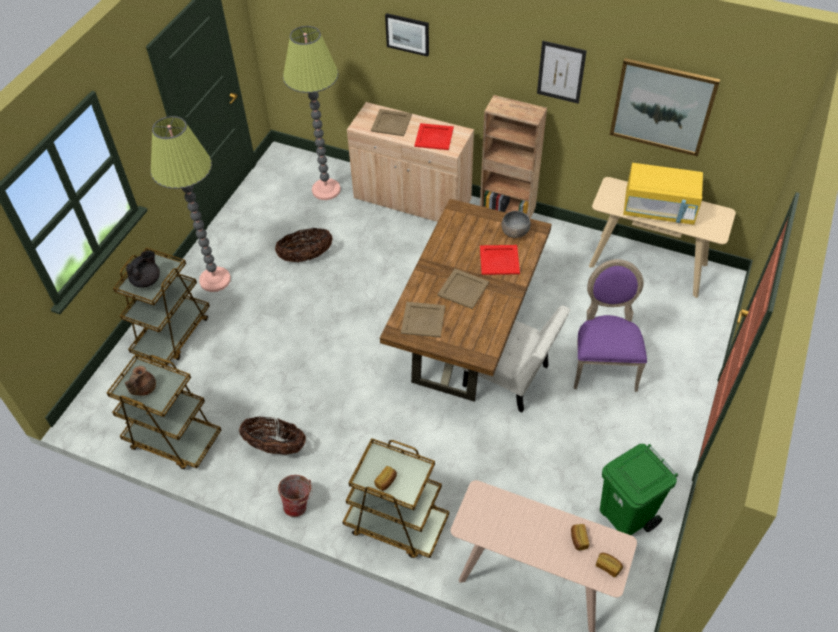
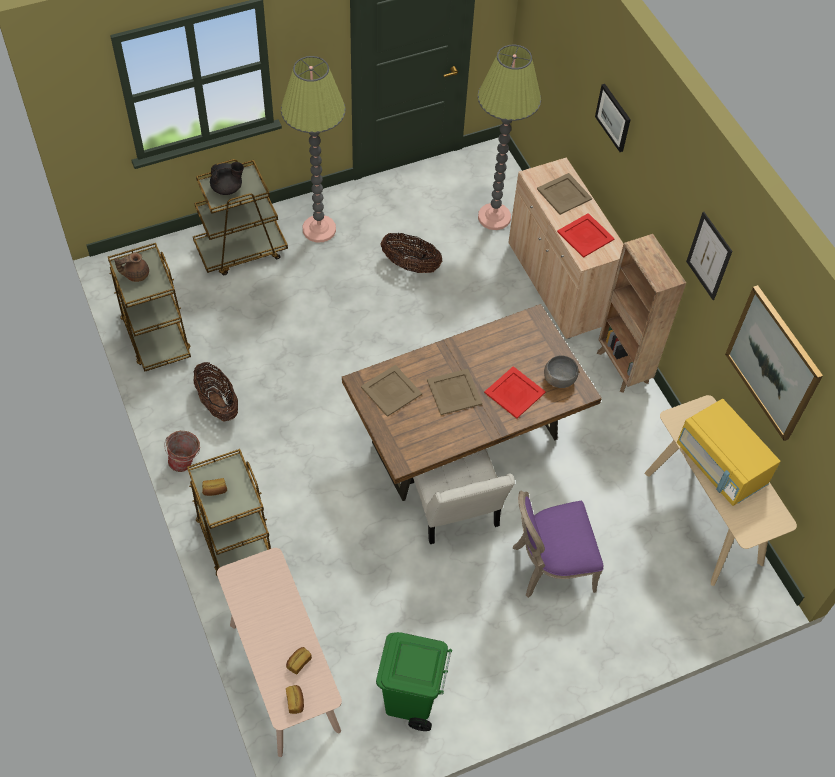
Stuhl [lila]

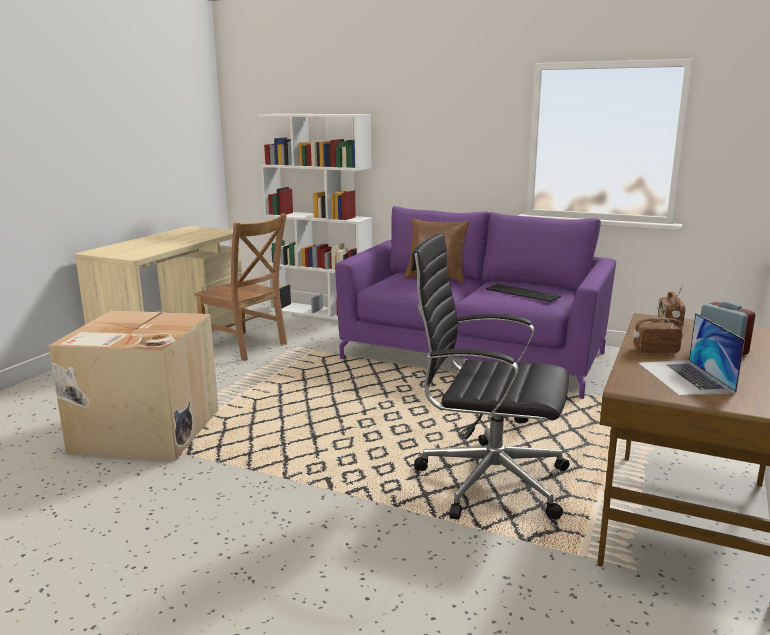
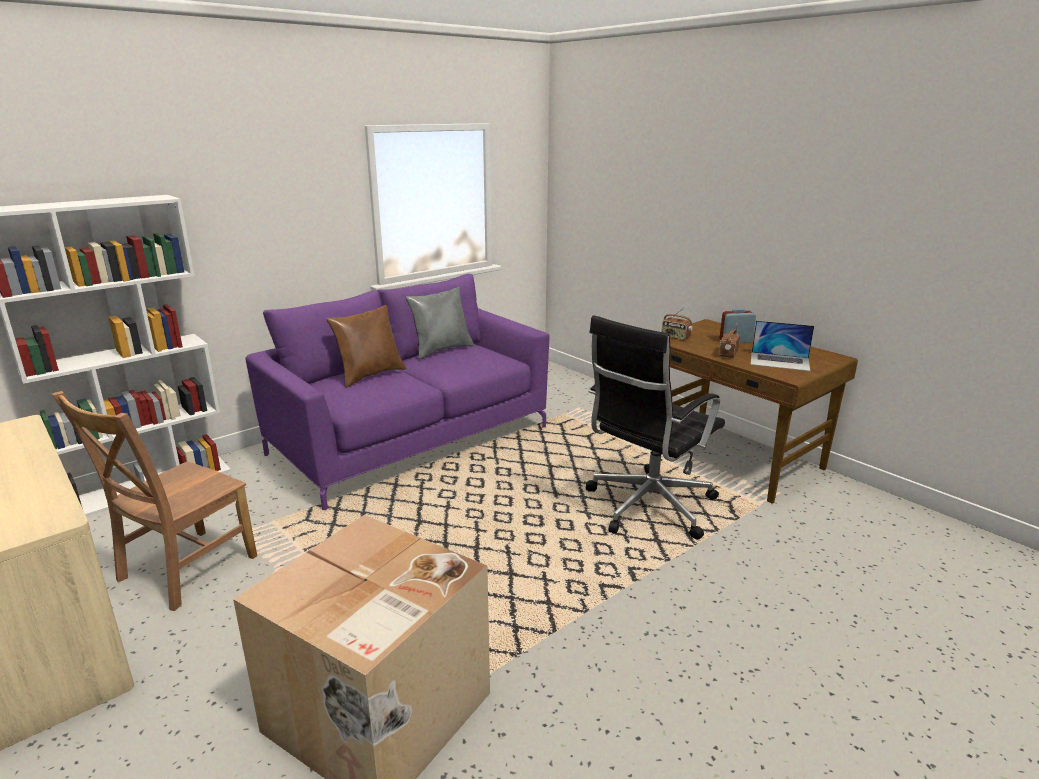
Stuhl [braun]
Tastatur
Kissen [grau]

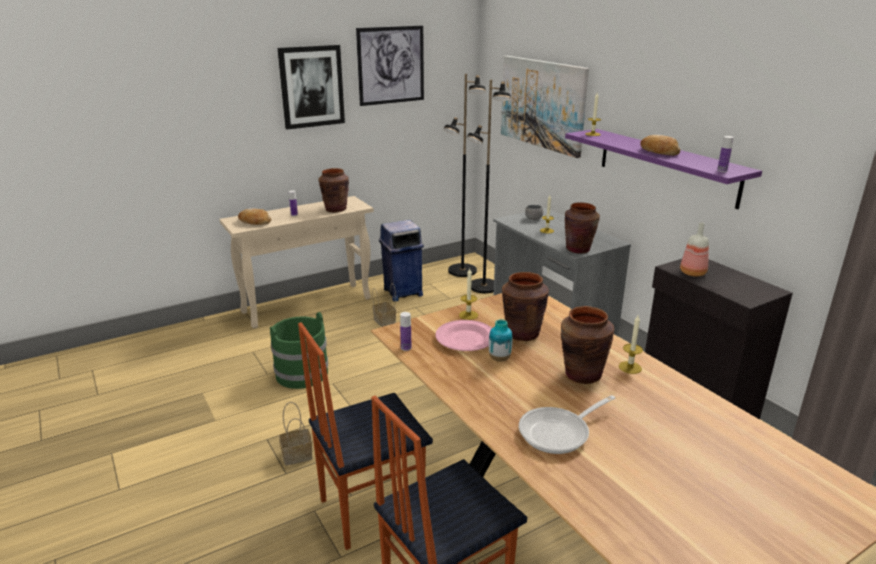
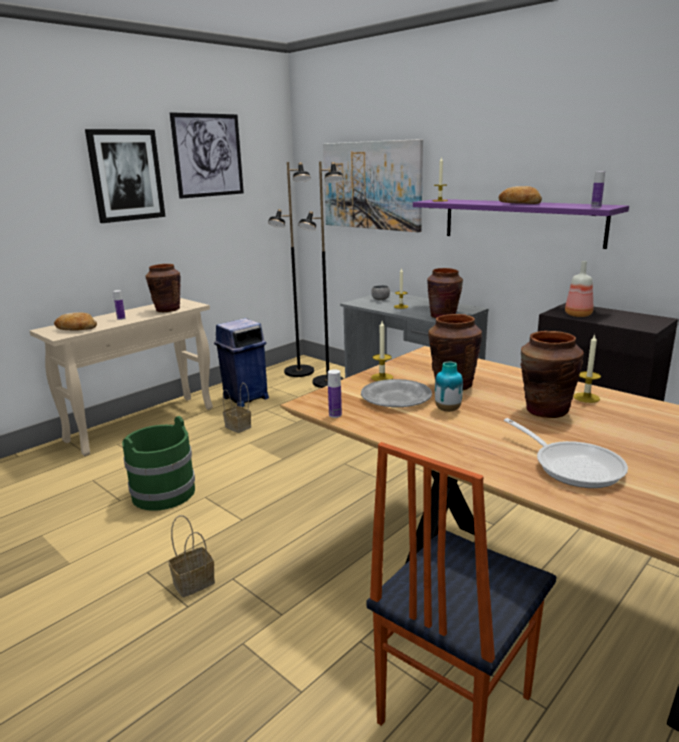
Teller [grau]
Stuhl (1st from left in the first image)
Pfanne

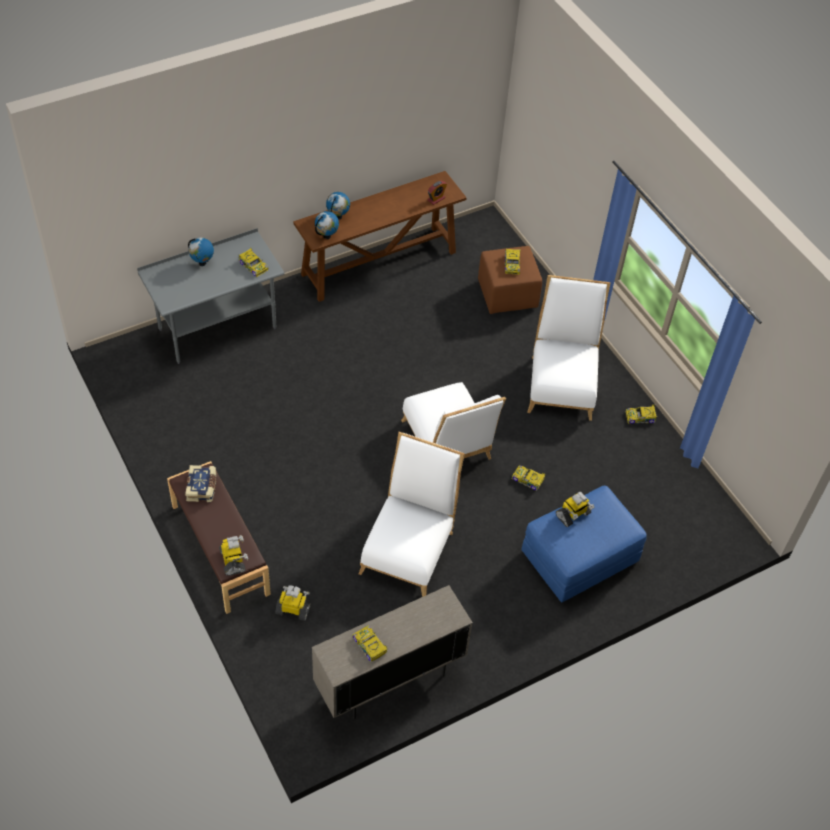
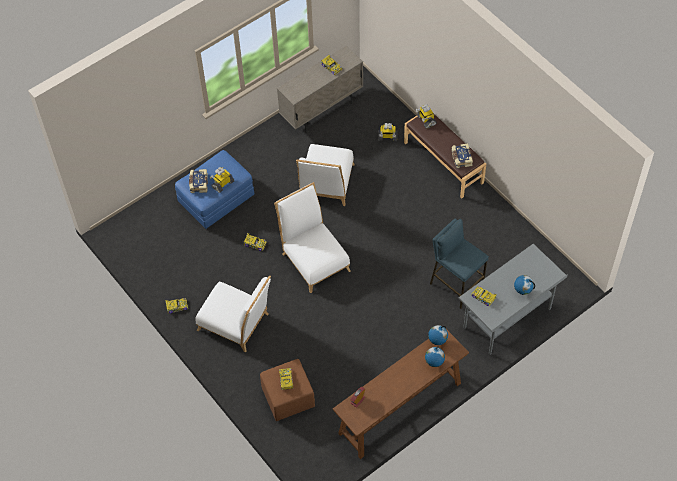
Stuhl [weiß] (1st from left)
Buch (1st from left)
Hocker [blau]

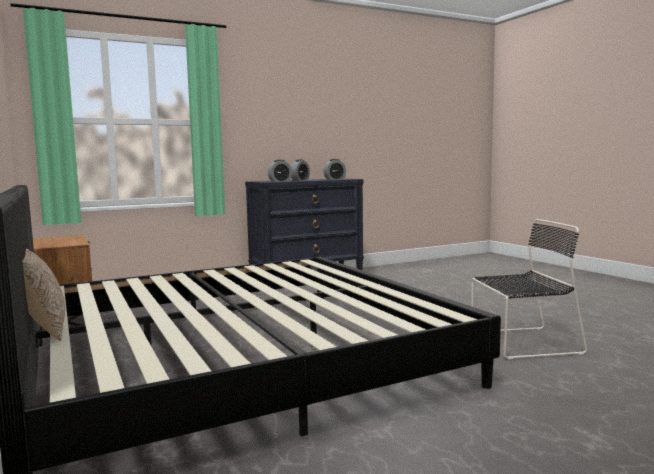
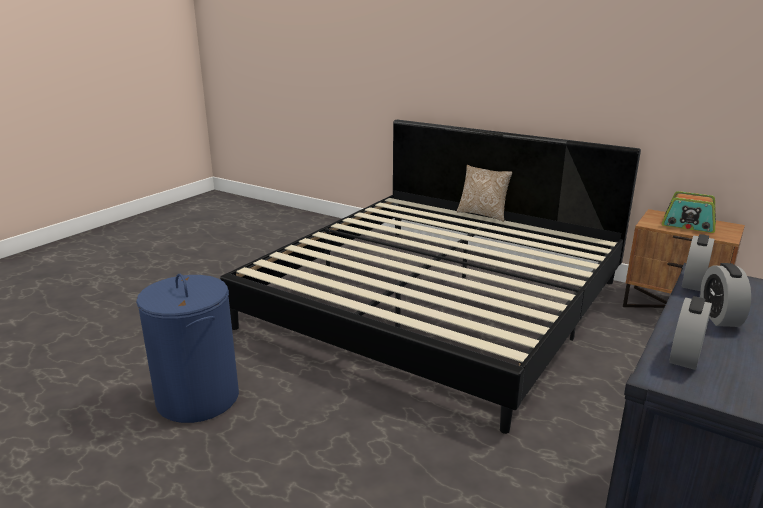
Wäschekorb [blau]
Radio

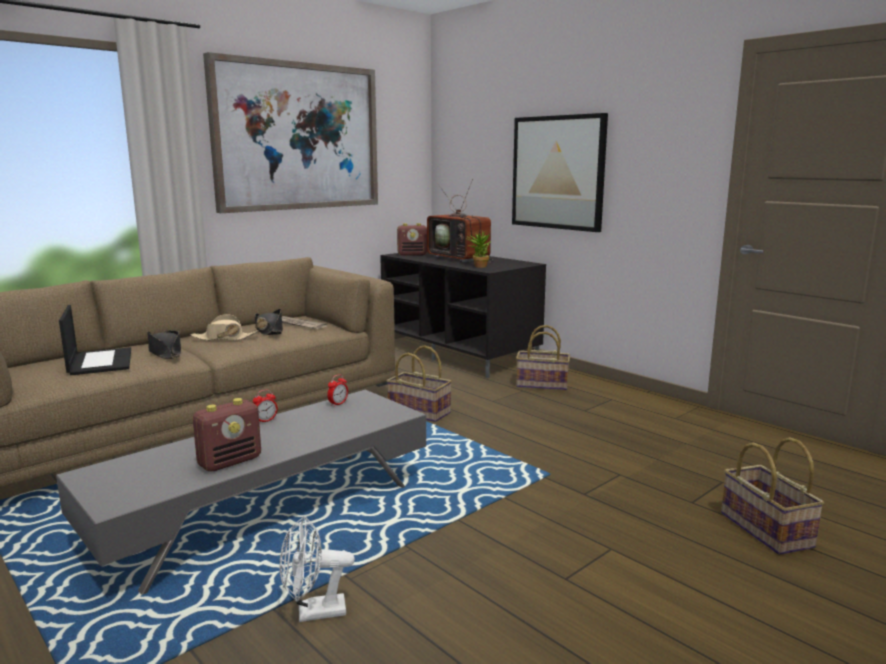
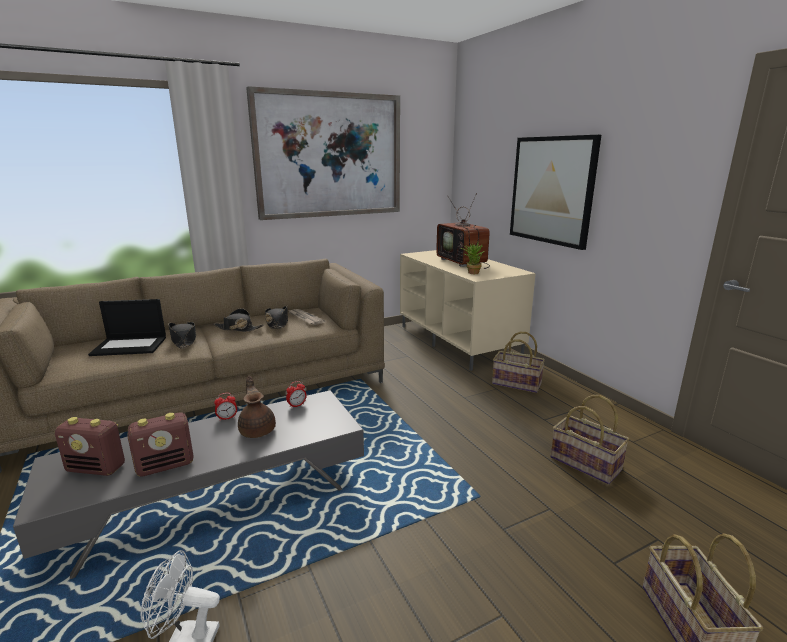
Radio (1st from left)
Fernsehschrank [beige]
Laptop
Hut [schwarz] (2nd from left)
Korb (2nd from left)
Teekanne [braun]

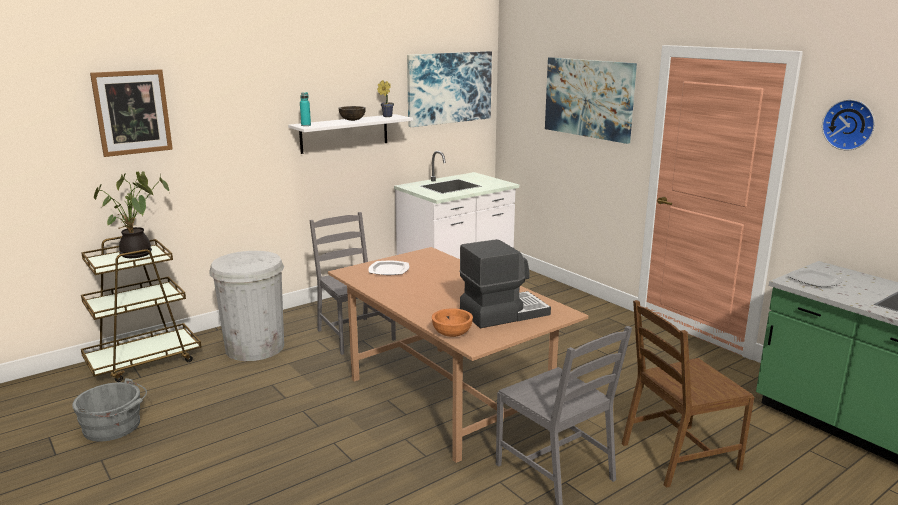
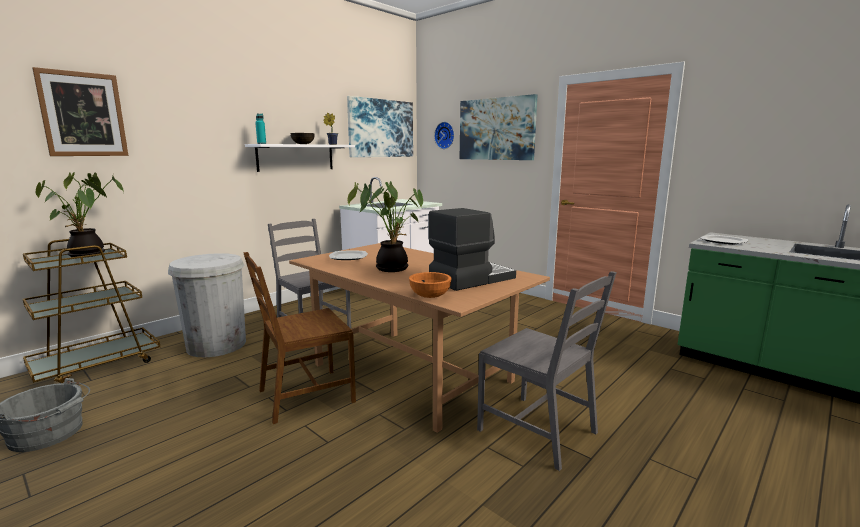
Wanduhr
Stuhl [braun]
Topfpflanze (3rd from left)

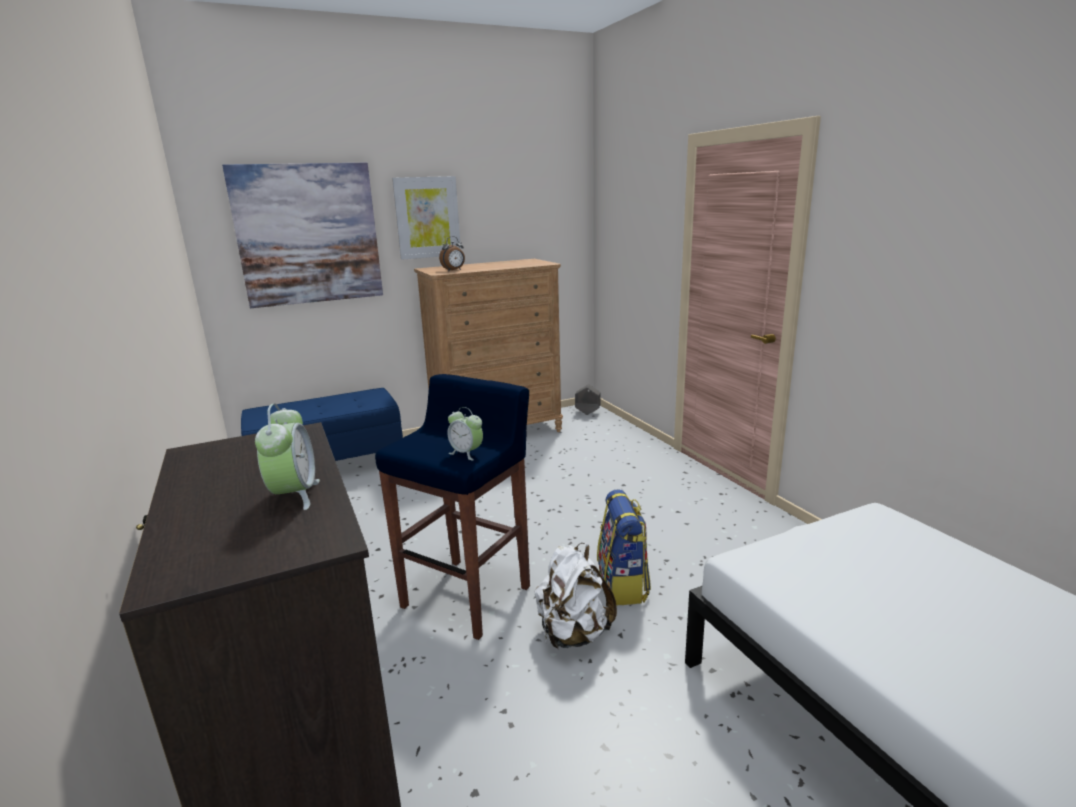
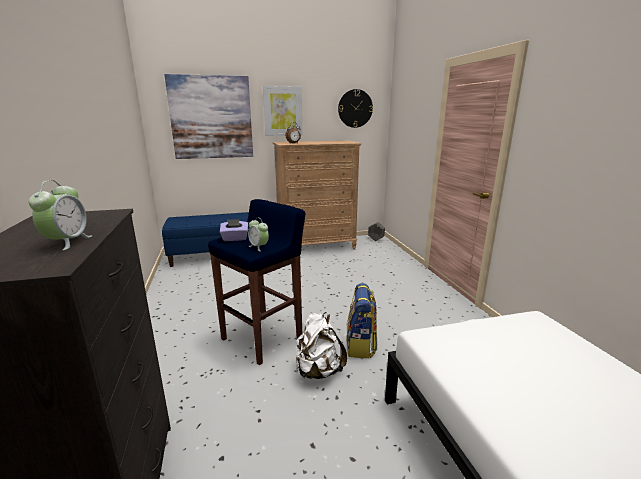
Wanduhr
Taschentuchbox [lila]

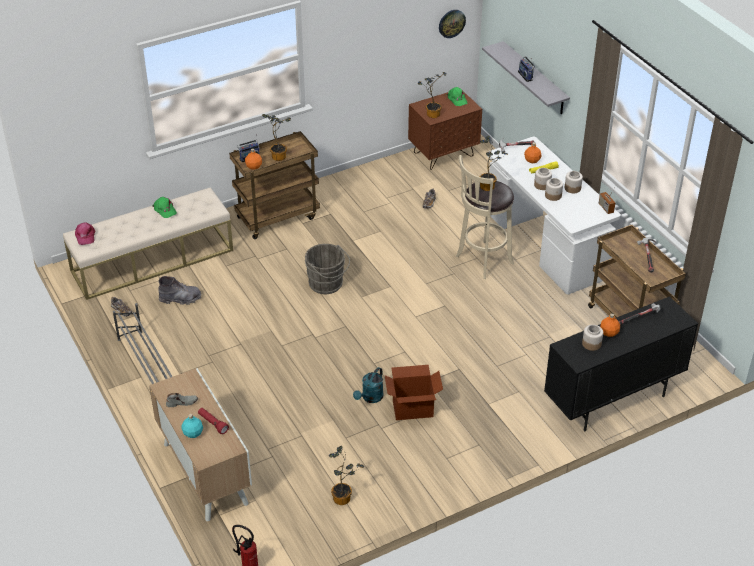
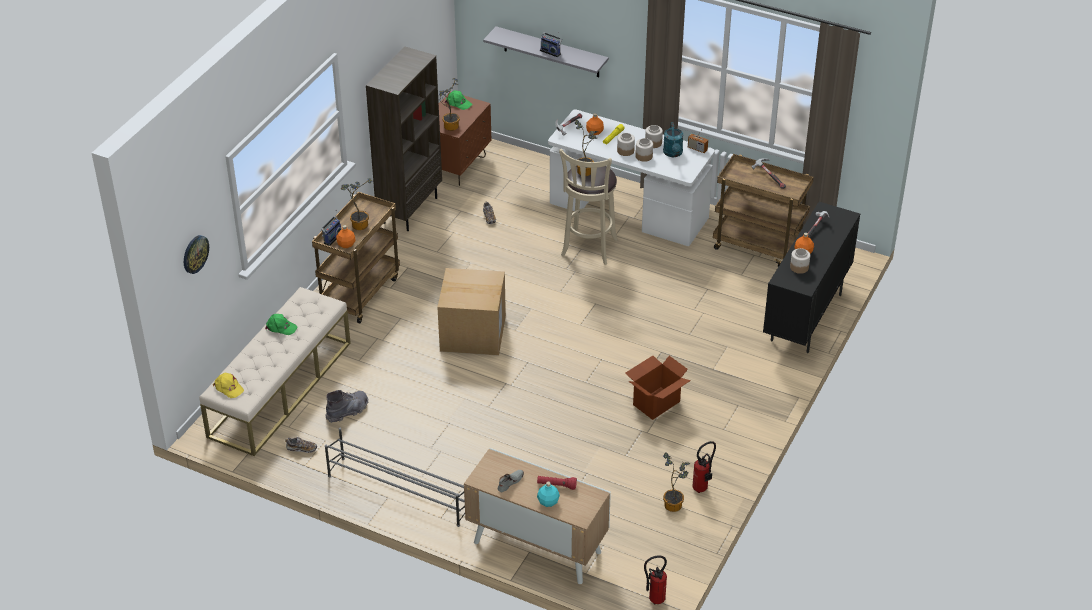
Wanduhr
Kappe [gelb]
Karton (1st from left)
Gießkanne [türkis]
Bücherregal [braun]
Feuerlöscher (2nd from left)

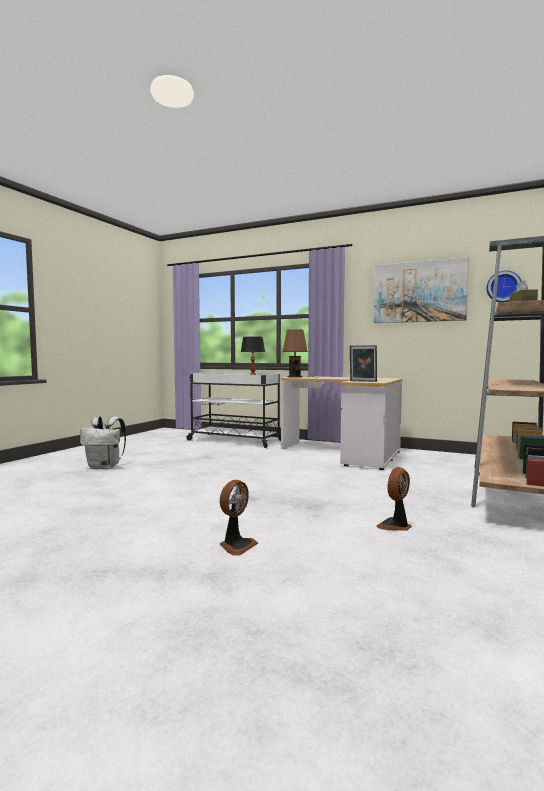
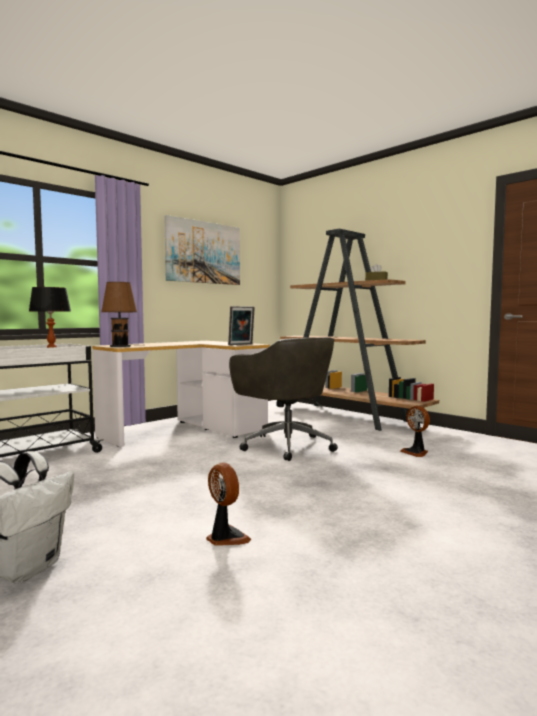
Wanduhr
Ventilator (1st from left)
Bürostuhl [grau]

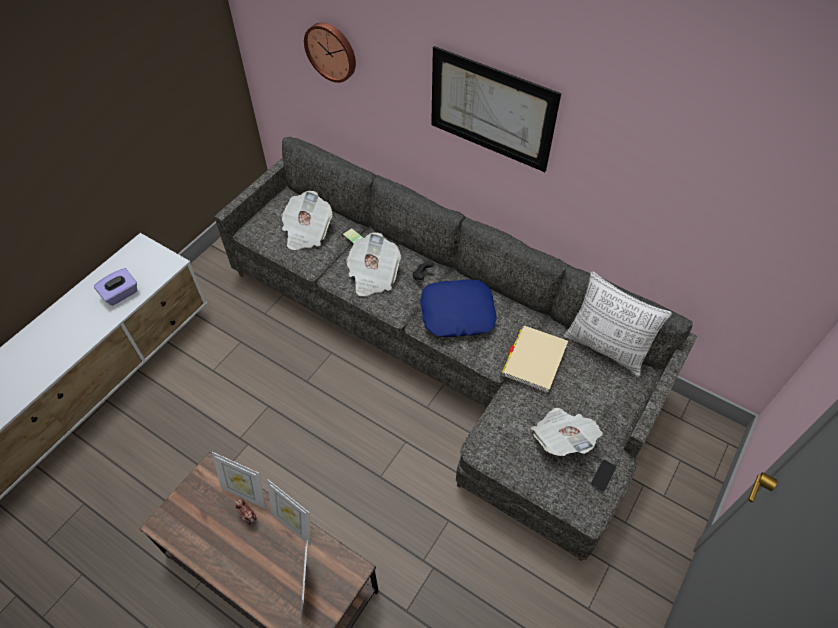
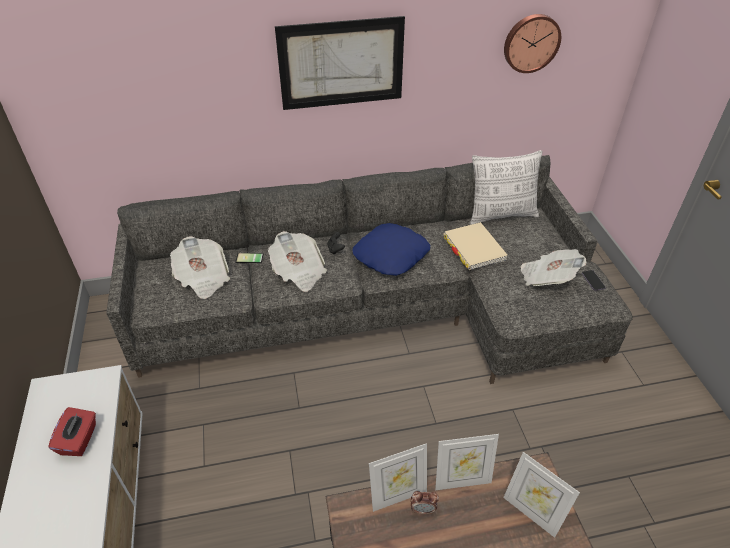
Wanduhr
Taschentuchbox [rot]

